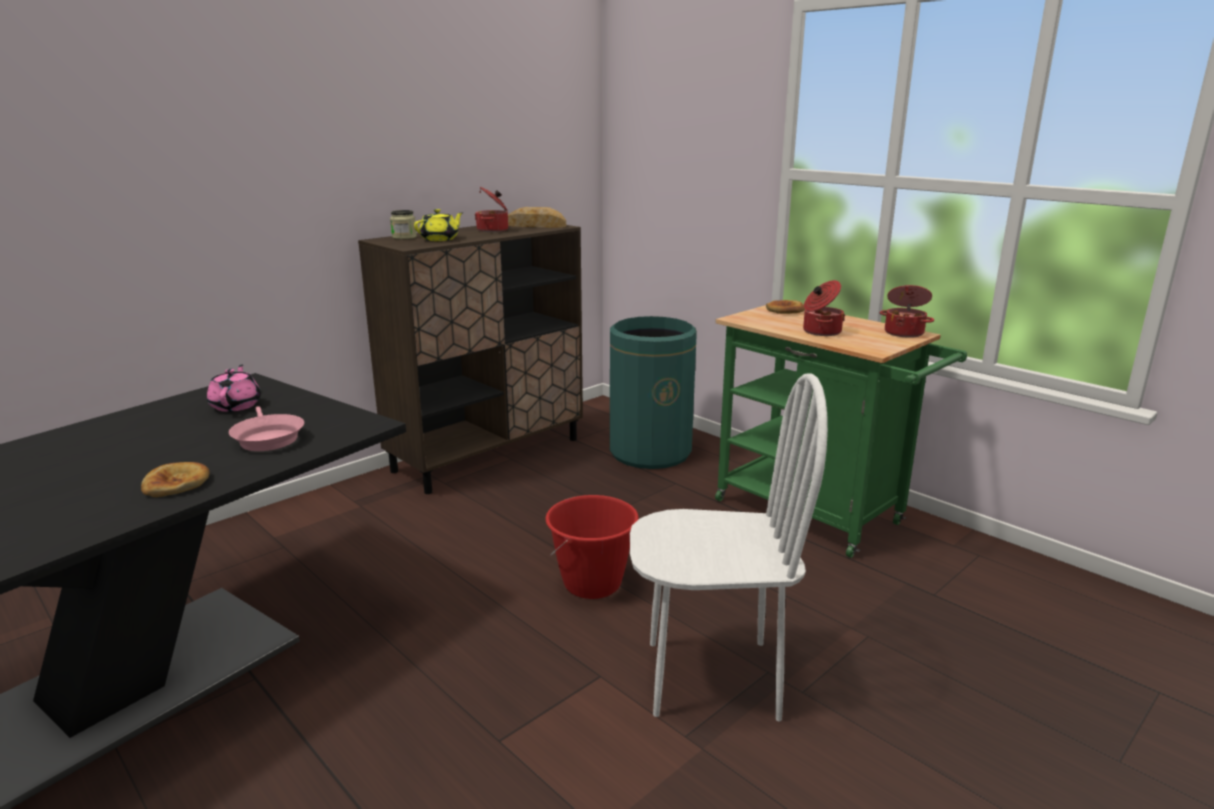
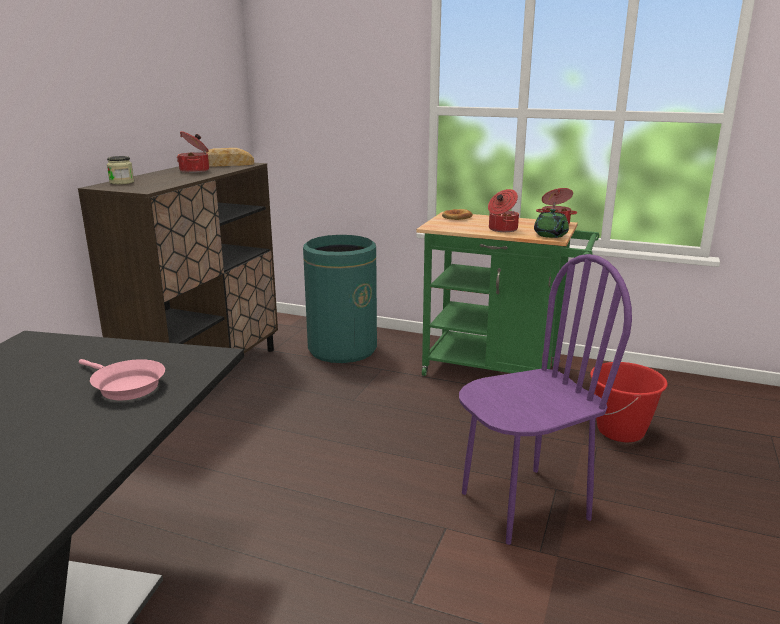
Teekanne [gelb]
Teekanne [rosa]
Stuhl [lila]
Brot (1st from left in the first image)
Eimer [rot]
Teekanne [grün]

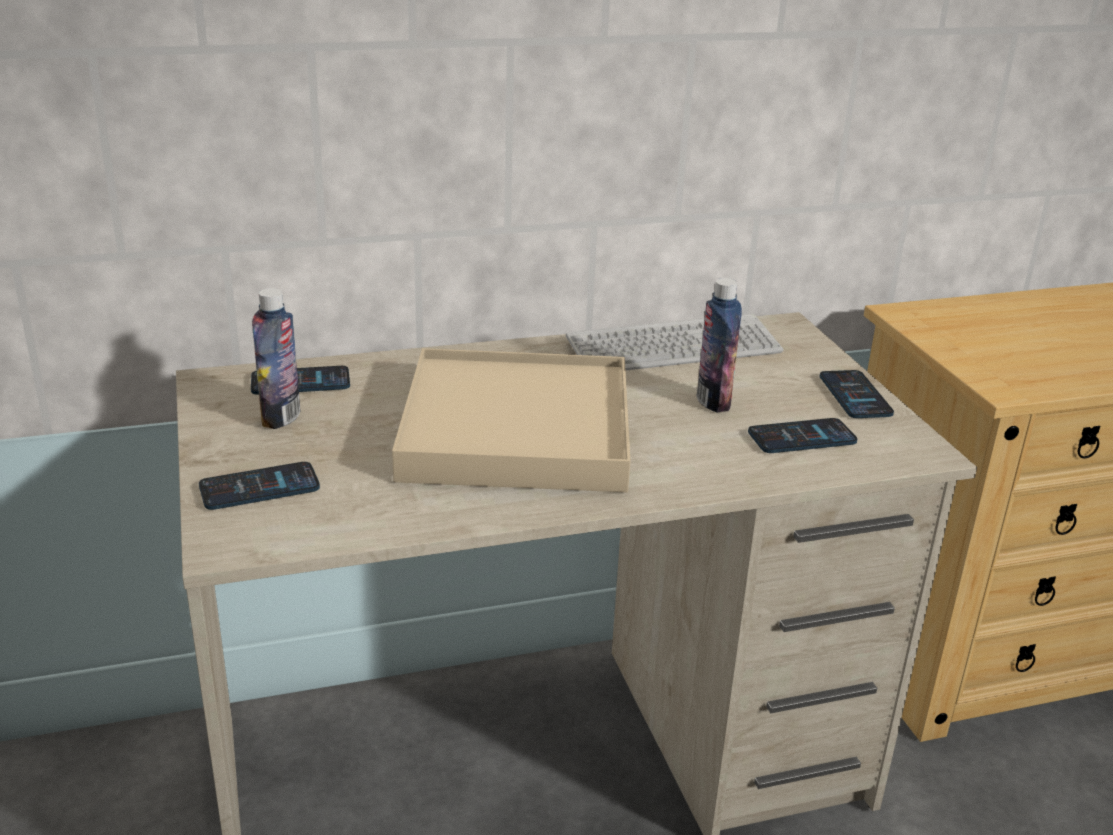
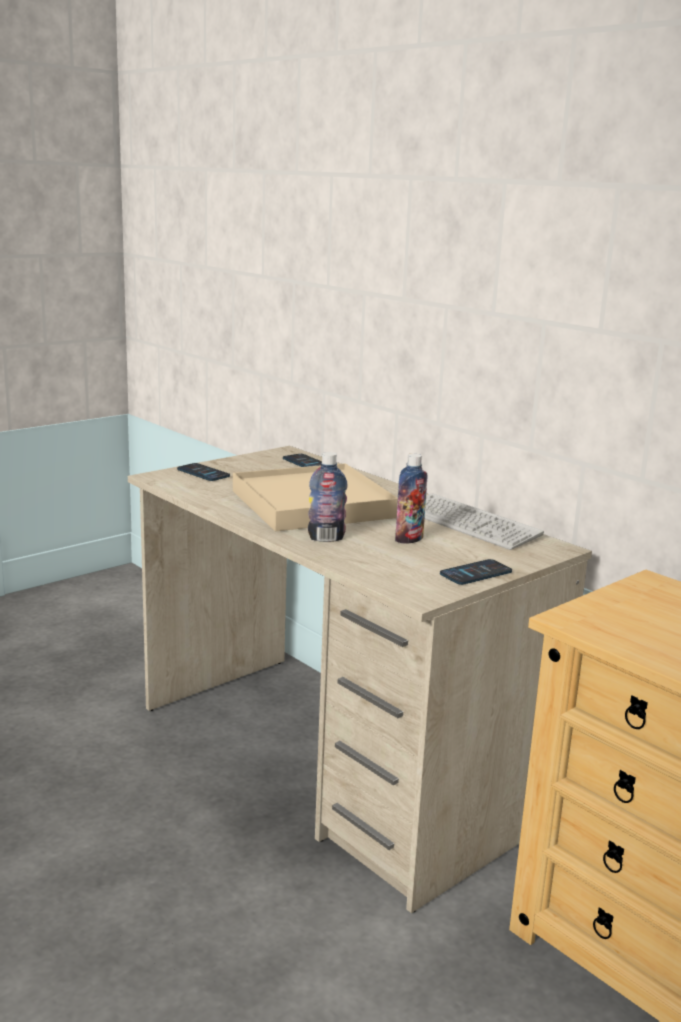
Flasche (1st from left)
Handy (3rd from left in the first image)

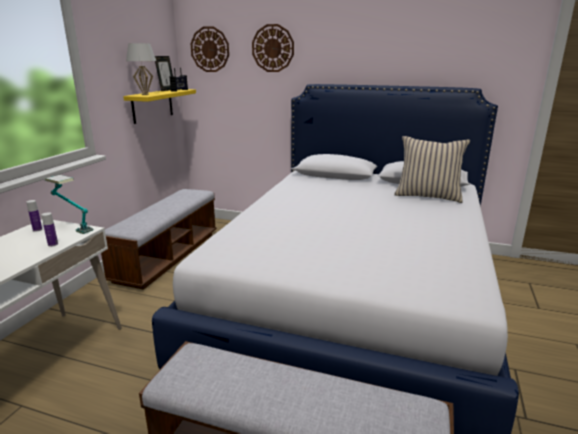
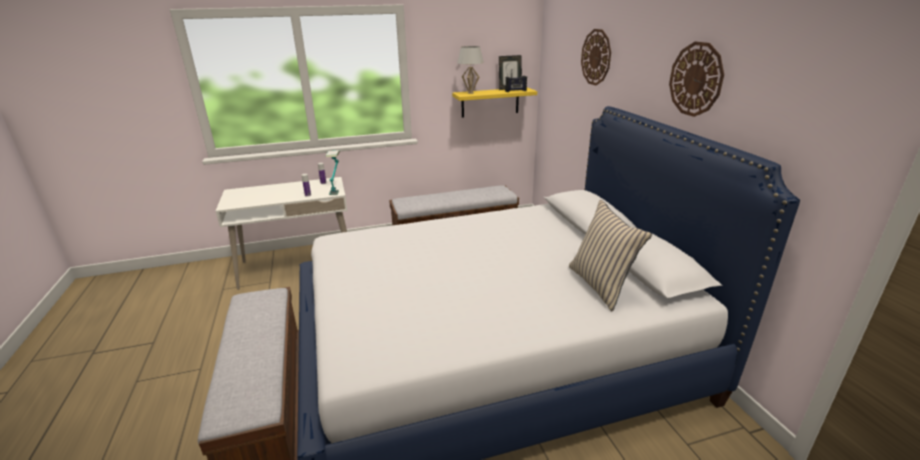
Wanduhr (2nd from left)

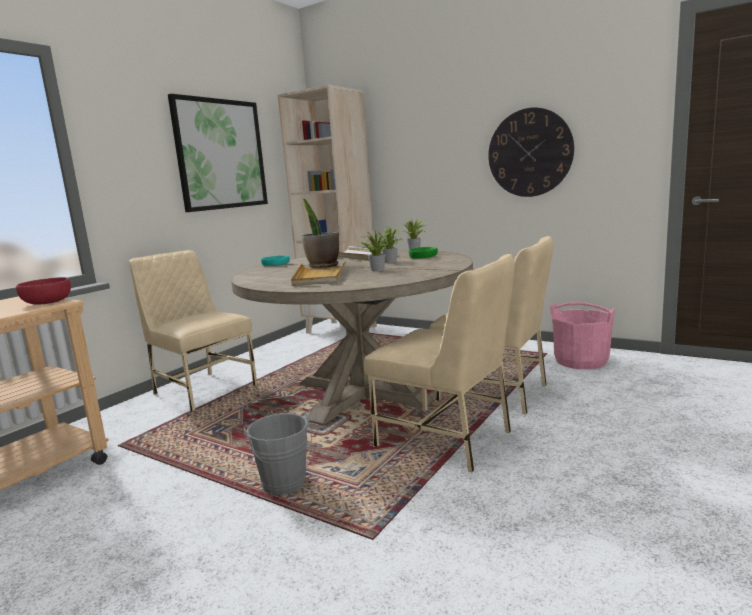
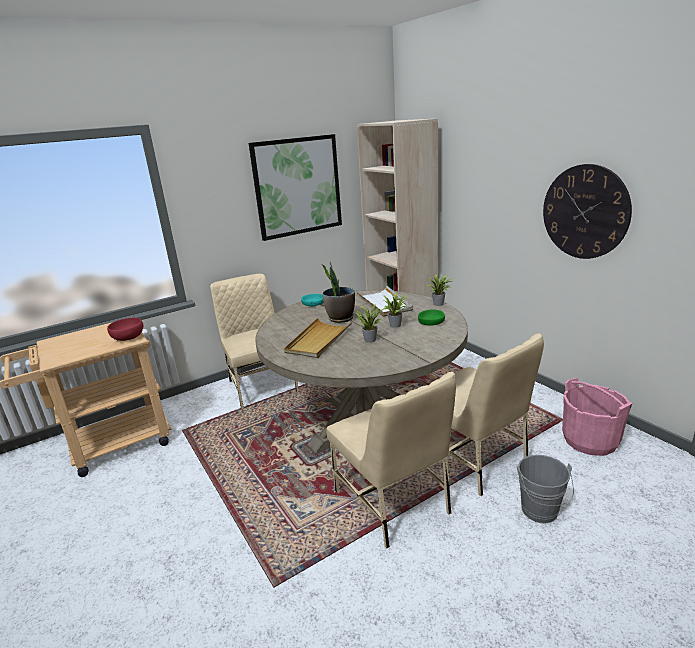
Eimer [grau]

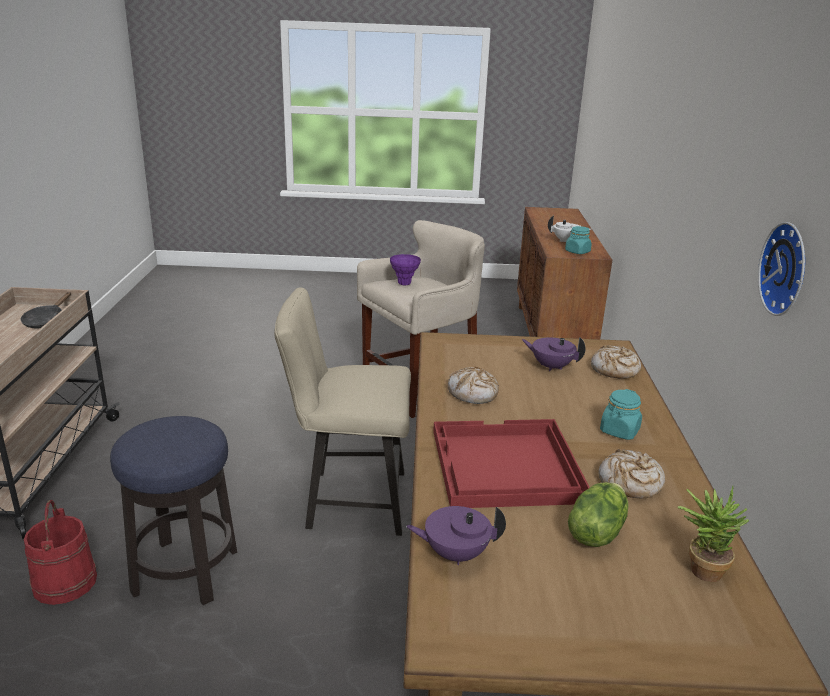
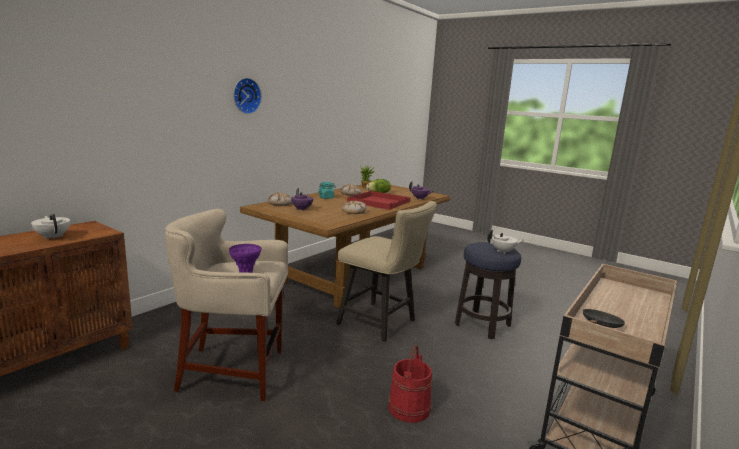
Wanduhr
Vorratsglas [türkis] (1st from left in the first image)
Eimer [rot]
Teekanne [weiß] (2nd from left)

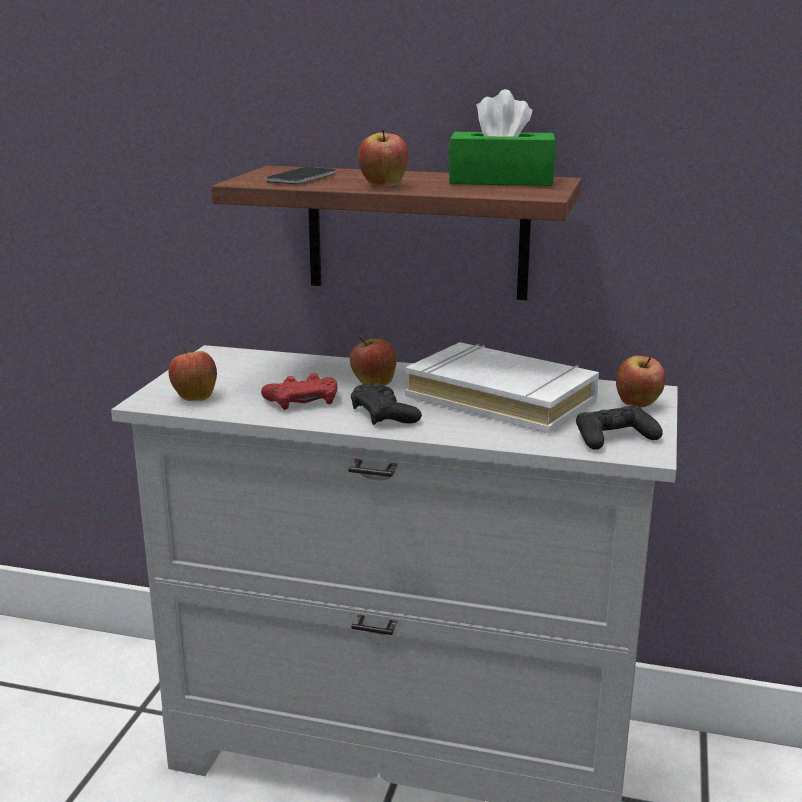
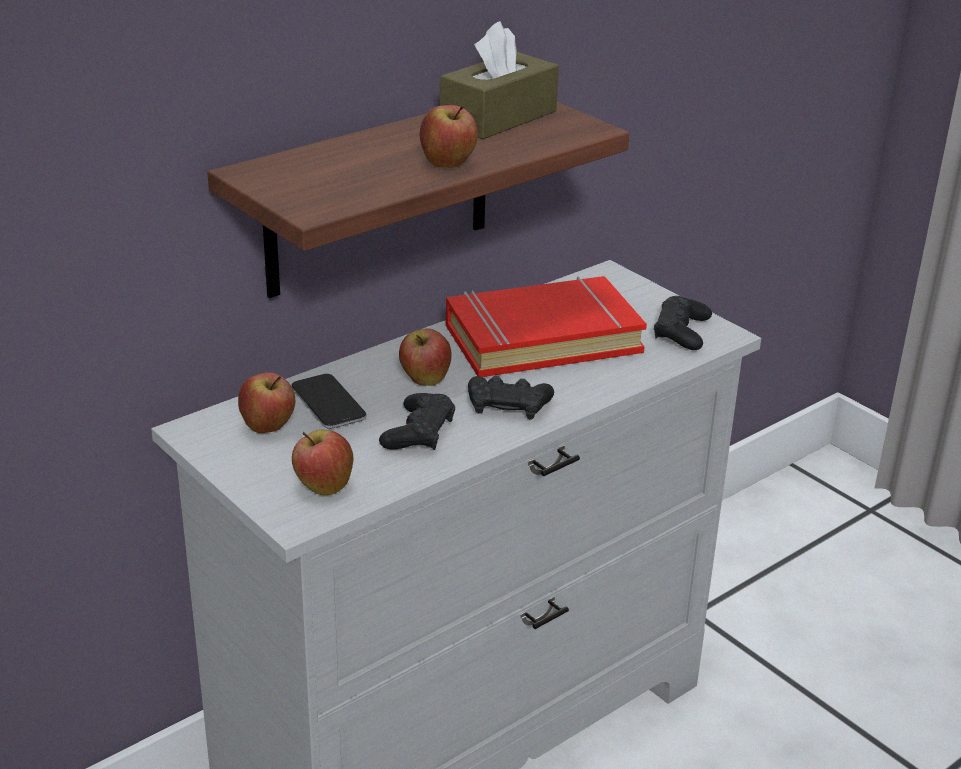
Taschentuchbox [braun]
Handy
Buch [rot]
Apfel (1st from left)
Gamepad [schwarz] (1st from left)

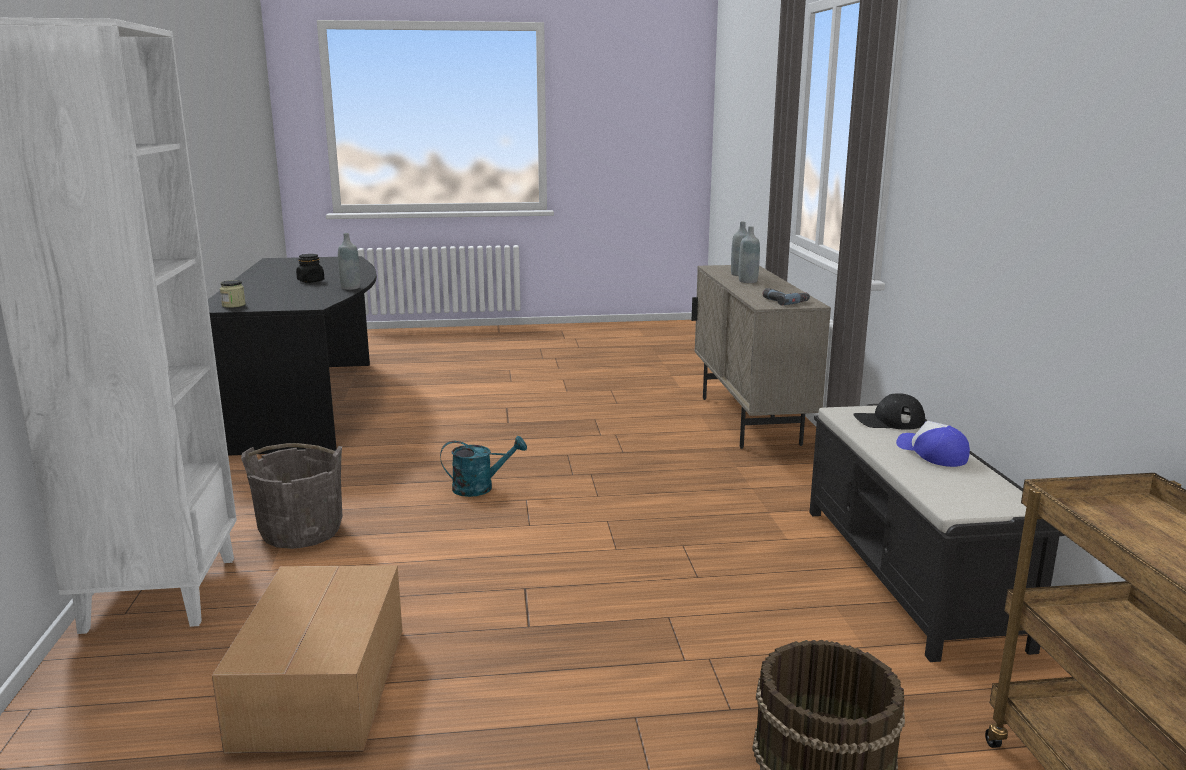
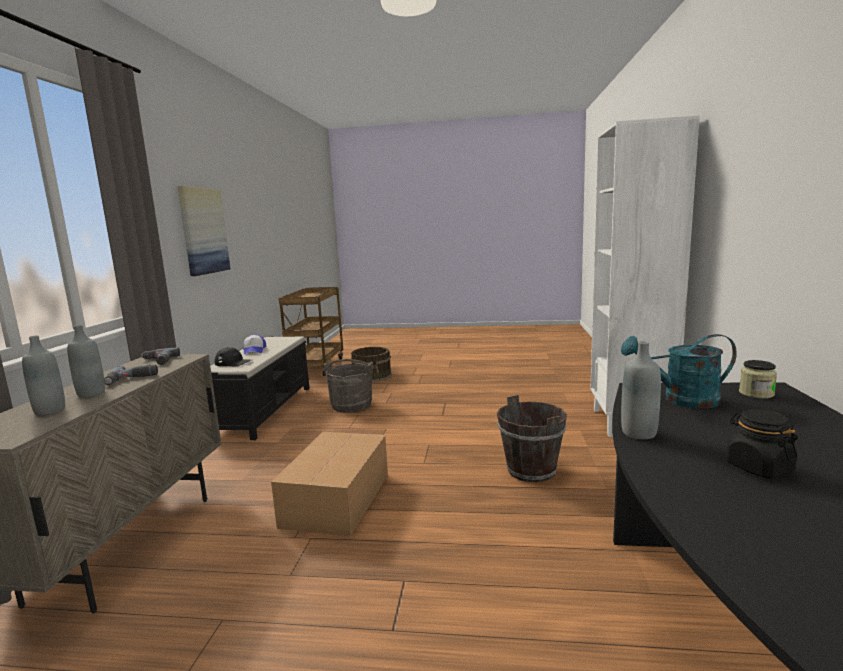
Gießkanne [türkis]
Eimer [grau]
Karton
Bild
Bohrmaschine (1st from left)
Eimer [braun] (2nd from left)

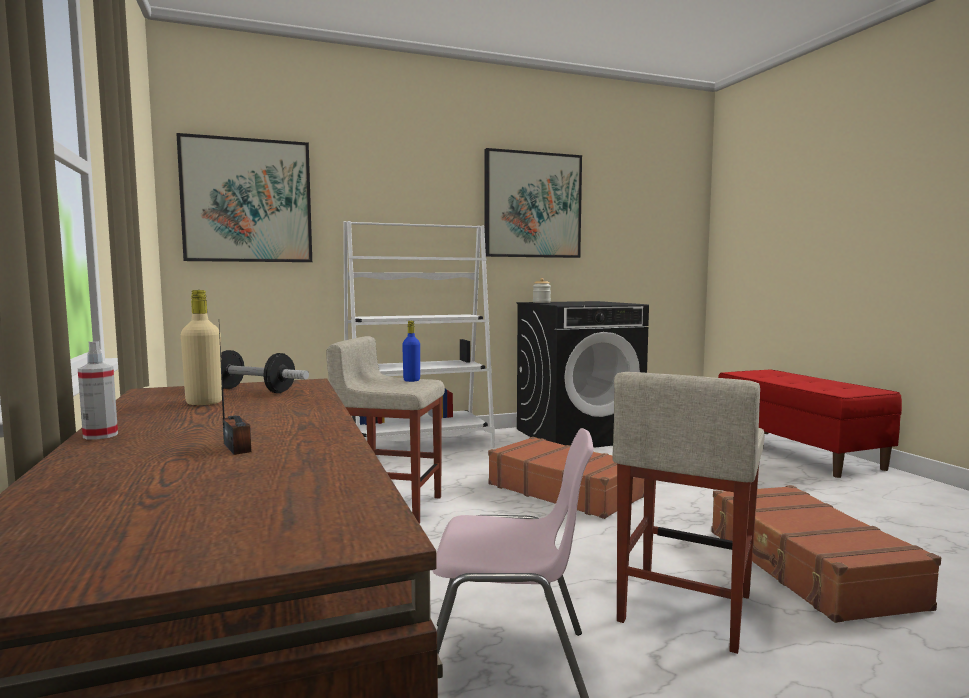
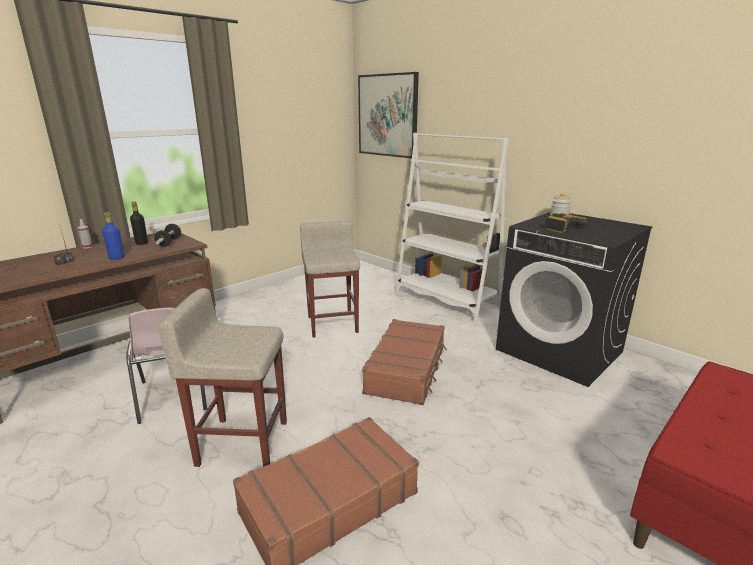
Bild (2nd from left in the first image)
Flasche [schwarz]
Flasche [blau]
Bohrmaschine

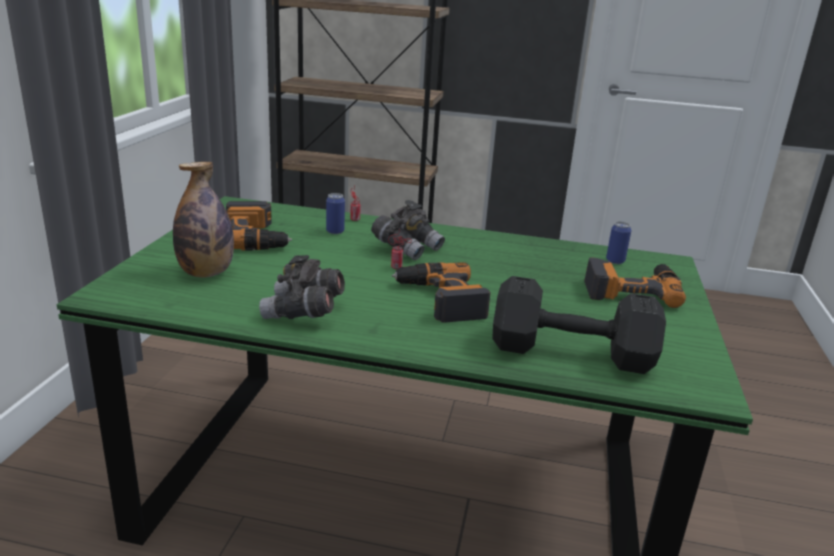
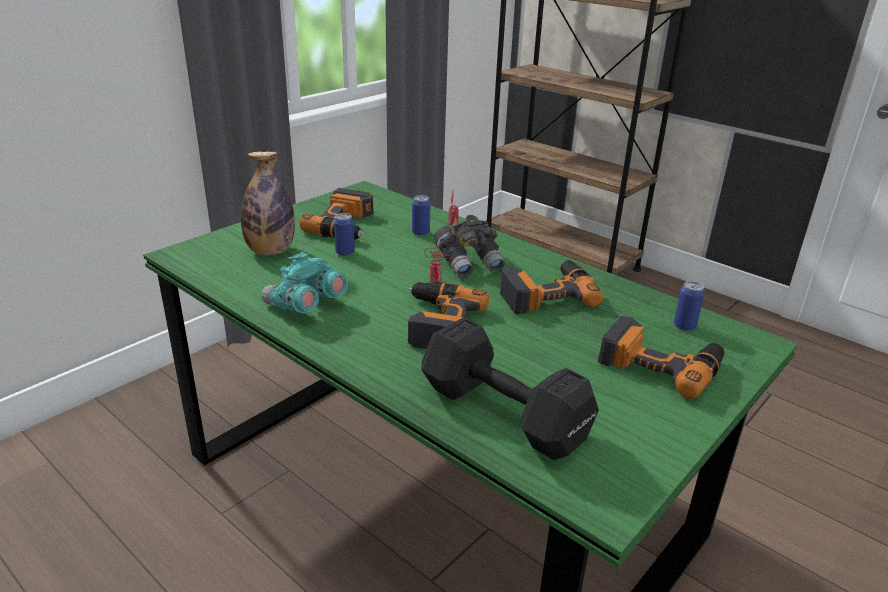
Fernglas [türkis]
Dose (1st from left)
Bohrmaschine (3rd from left)

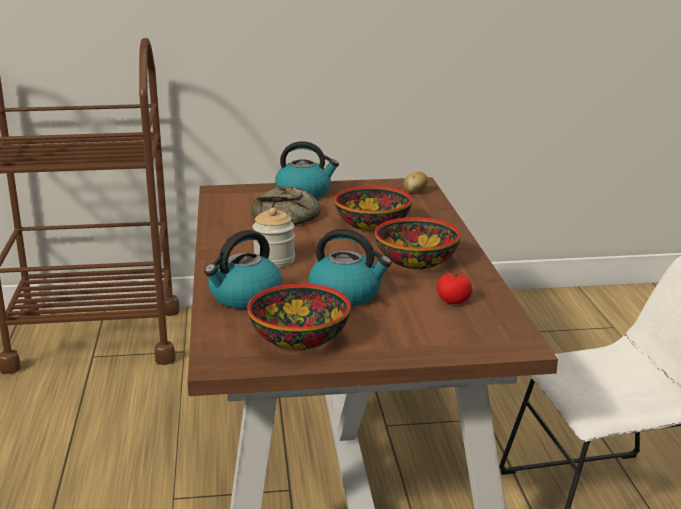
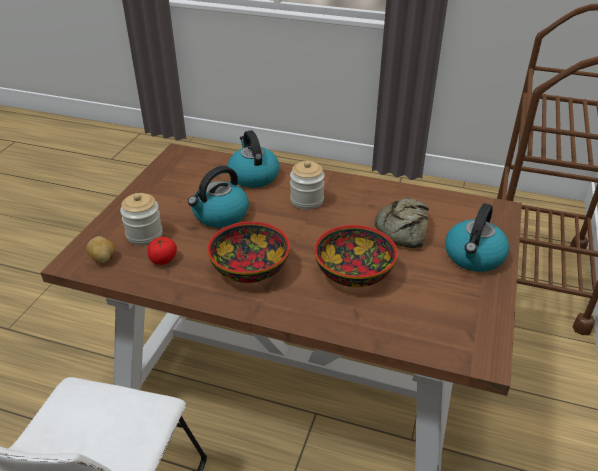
Kartoffel
Schüssel (1st from left in the first image)
Vorratsglas (1st from left)

